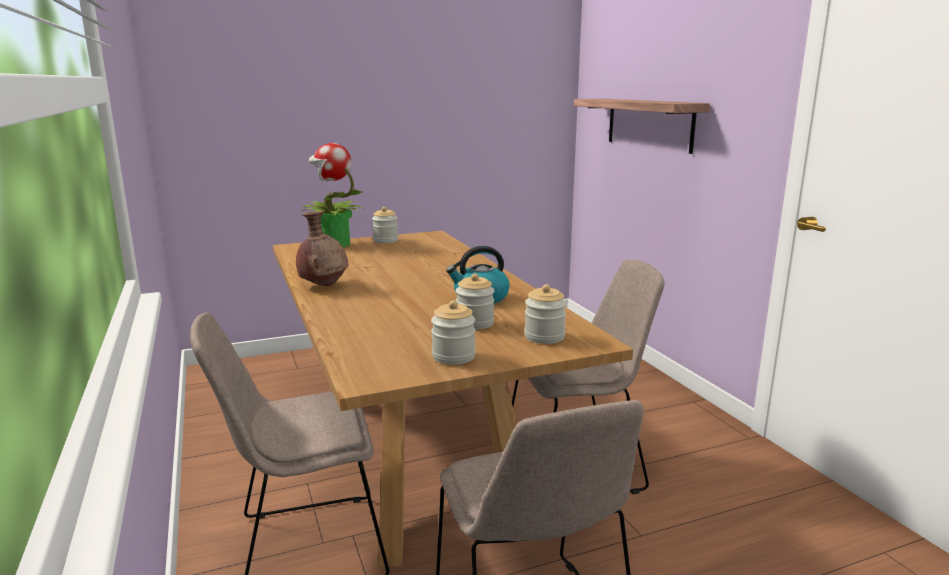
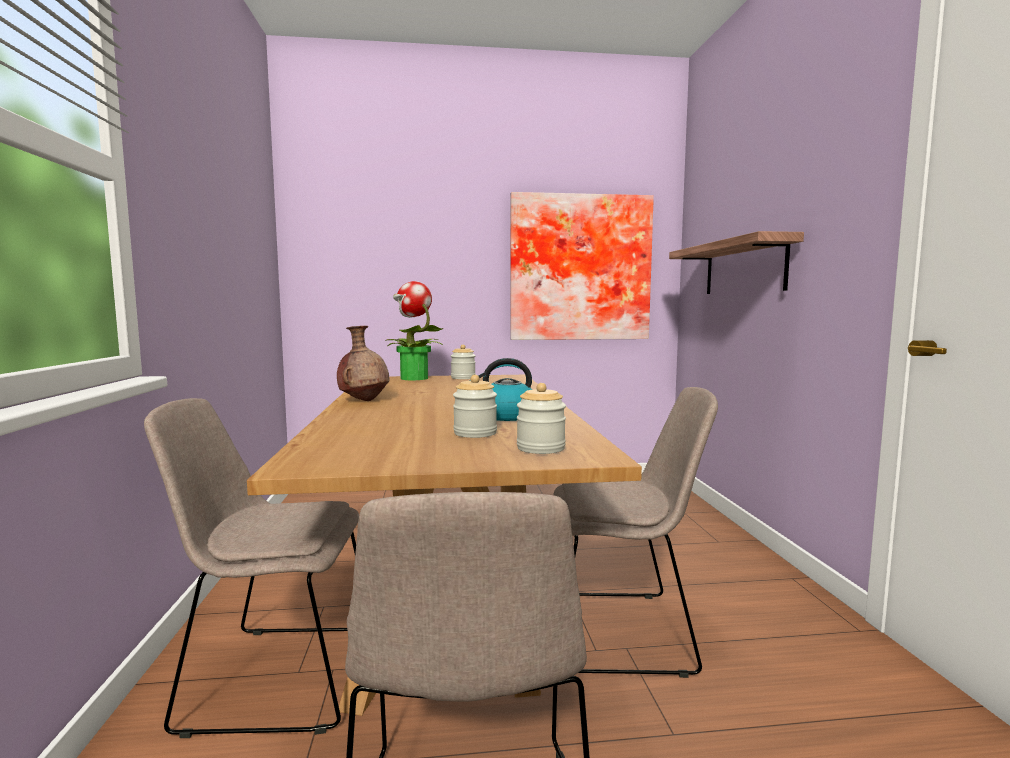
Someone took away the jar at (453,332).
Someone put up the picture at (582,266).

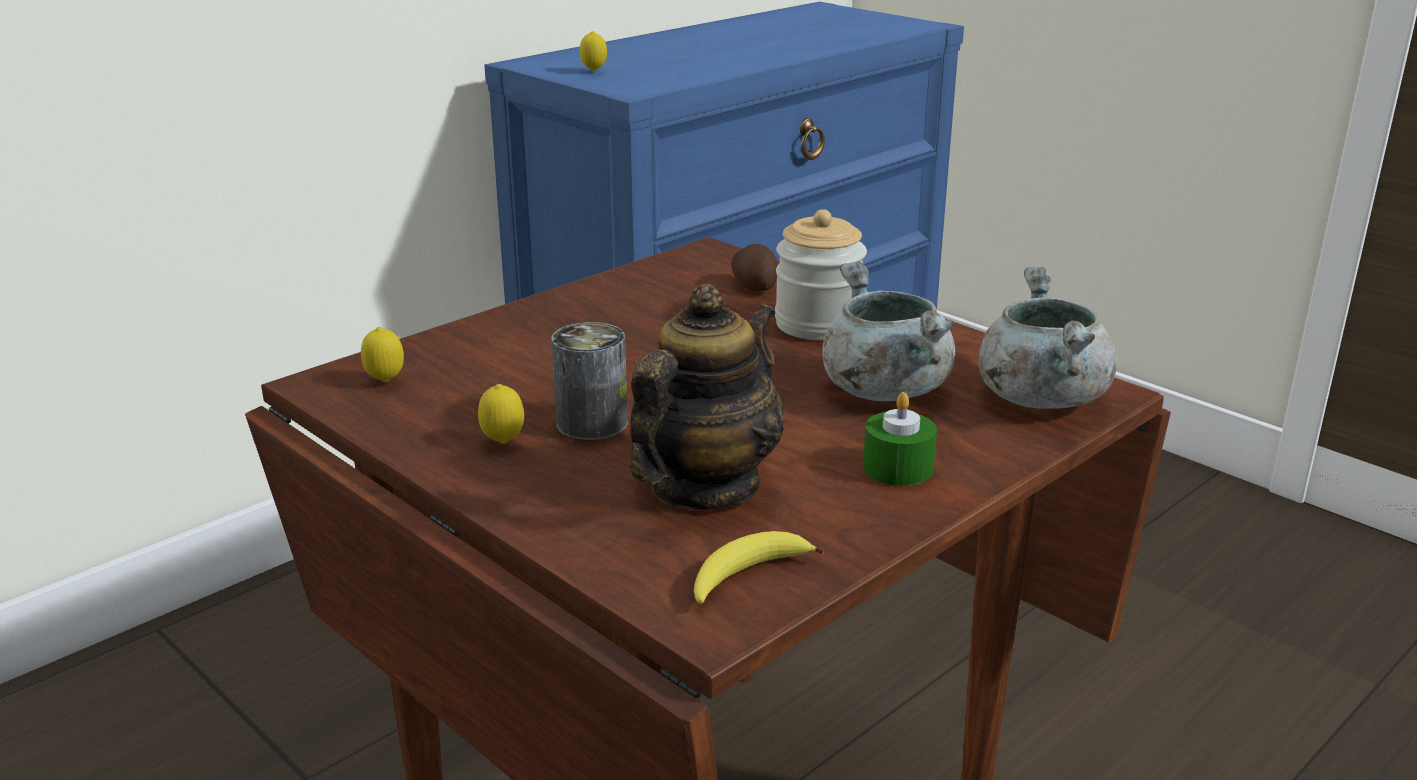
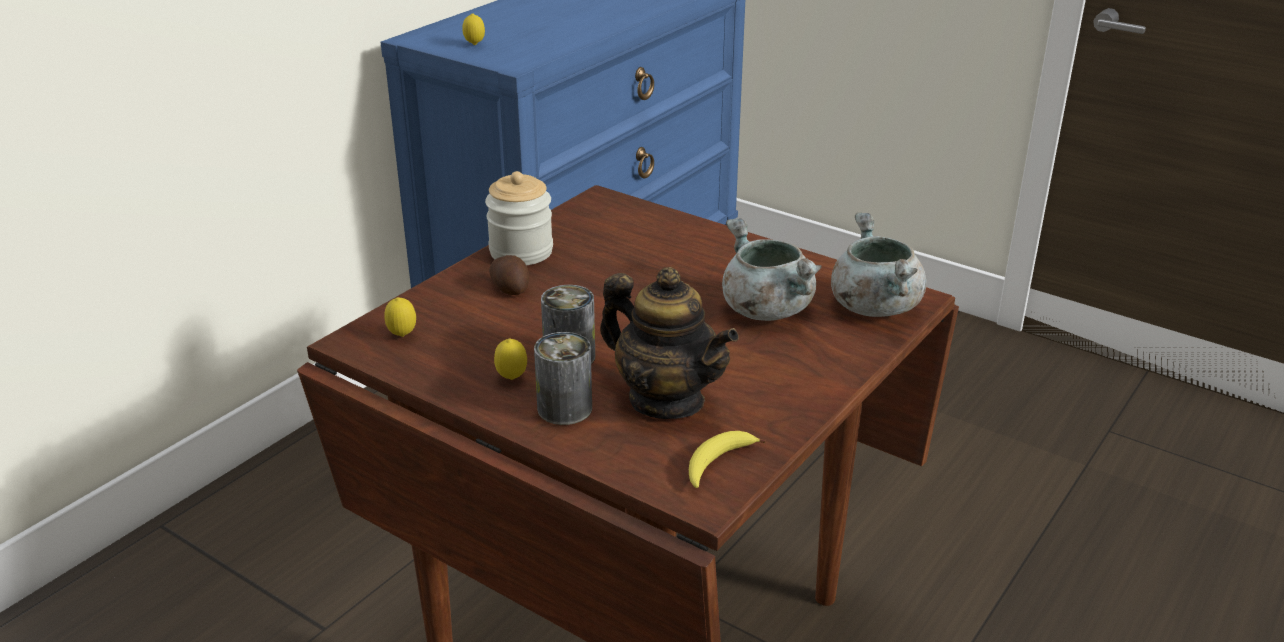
Someone carried the jar from (821,274) to (519,218).
Someone carried the spud from (754,268) to (509,275).
Someone rotated the pot for tea at (706,397) by 105 degrees clockwise.
Someone took away the wax candle (greenish) at (900,439).
Someone put down the sealed can at (563,378).

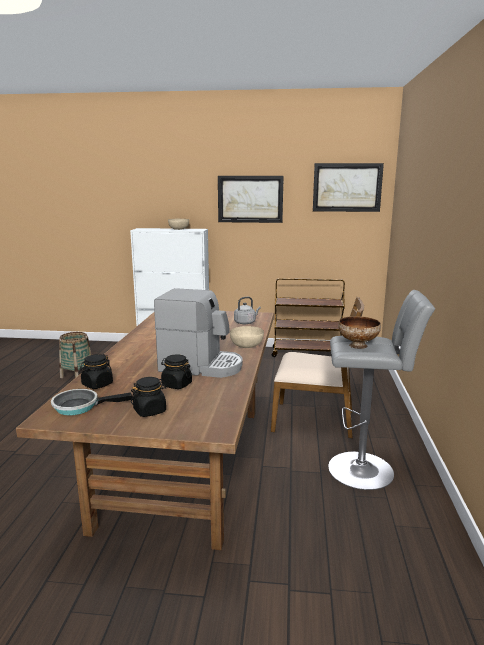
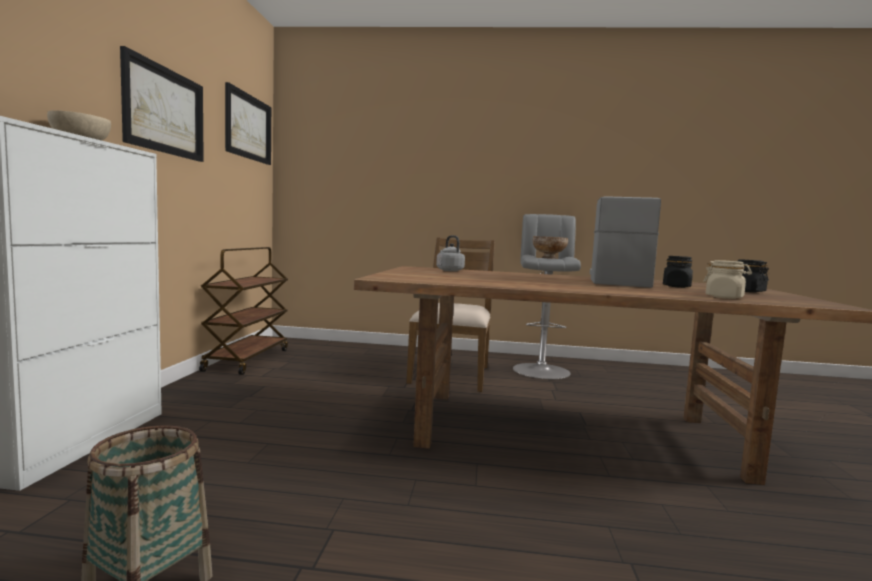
Someone took away the deep dish (sand-coloured) at (247,337).
Someone repainted the jar (black) at (96,371), which became the jar (sand-coloured) at (727,279).
Someone took away the pan at (92,402).

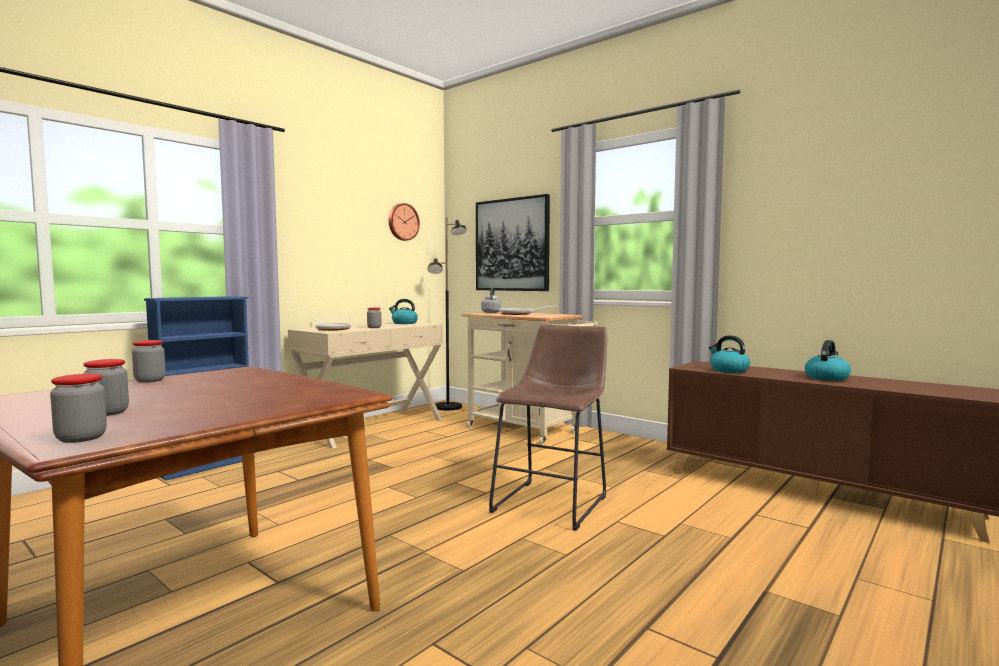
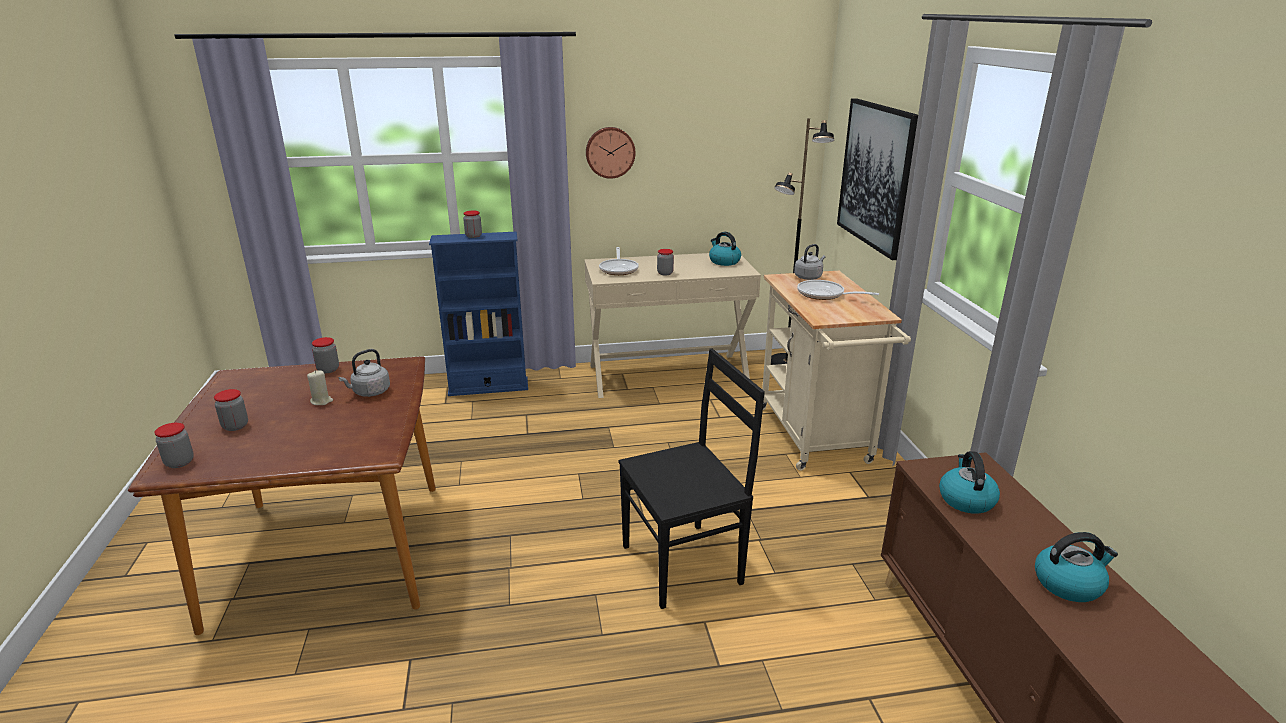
Someone carried the clock on the wall from (404,222) to (611,153).
Someone swapped the stool seat (brown) at (548,427) for the chair (black) at (692,478).
Someone put down the jar at (472,224).
Someone put down the kettle (grey) at (364,373).
Someone put down the wax candle (sand-coloured) at (320,387).

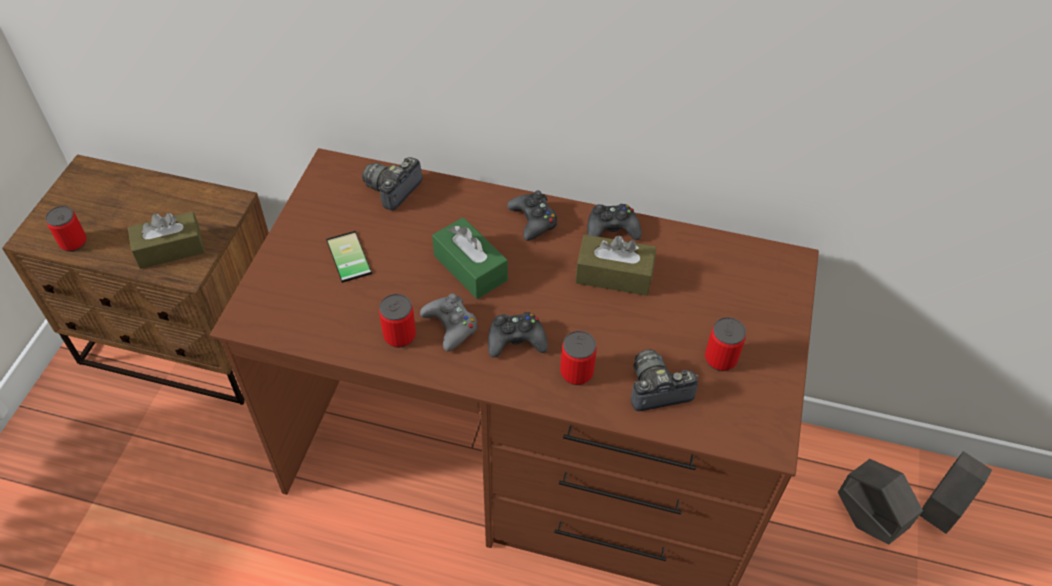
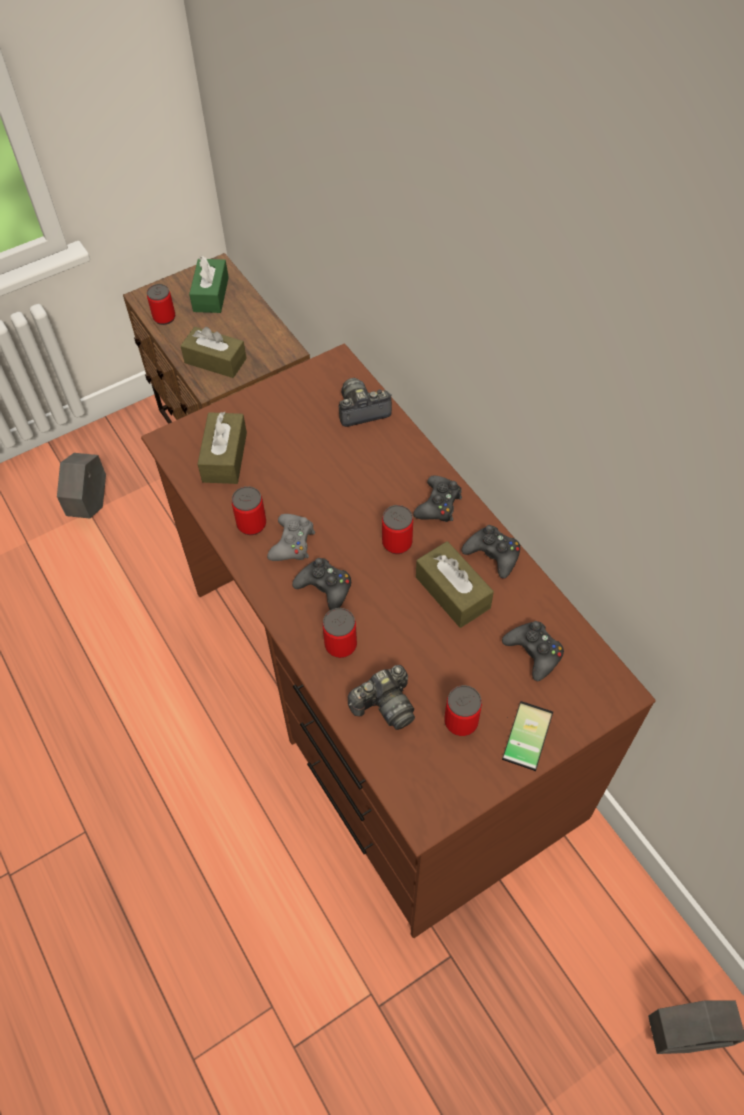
Someone carried the tissue holder (greenish) from (470,258) to (209,284).
Someone carried the telephone from (349,257) to (527,736).
Someone rotated the still camera at (664,380) by 120 degrees clockwise.
Someone carried the flower pot (grey) from (880,502) to (81,486).
Someone put down the tissue holder (brown) at (222,448).
Someone put down the sealed can at (397,529).
Someone put down the gamepad (black) at (533,651).

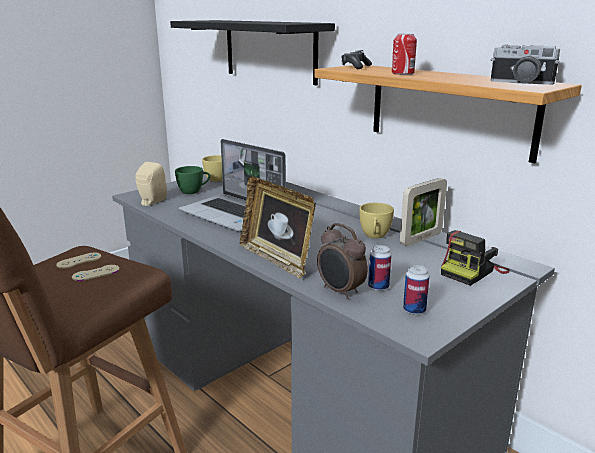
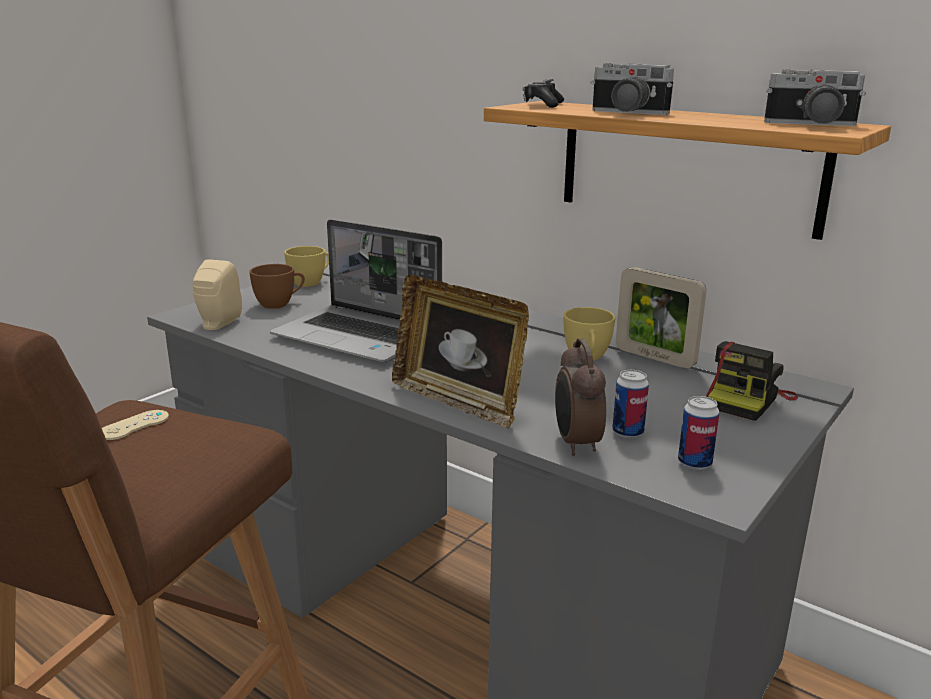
Someone took away the shelf (black) at (252,52).
Someone swapped the sealed can at (404,54) for the still camera at (632,89).
Someone repainted the drinking cup (greenish) at (192,180), which became the drinking cup (brown) at (277,286).
Someone rotated the standing frame at (423,212) by 90 degrees clockwise.
Someone rotated the alarm clock at (342,261) by 45 degrees clockwise.
Someone took away the gamepad (sand-coloured) at (95,273).

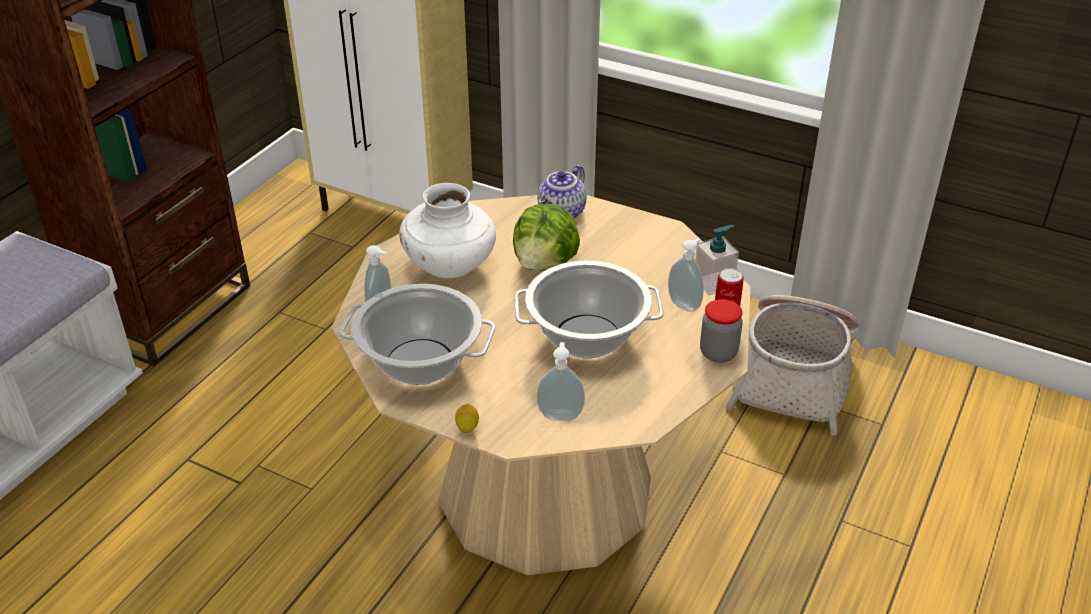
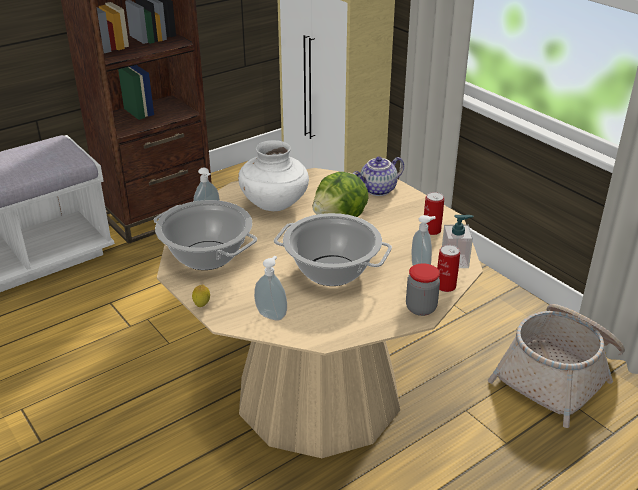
Someone put down the sealed can at (434,213).

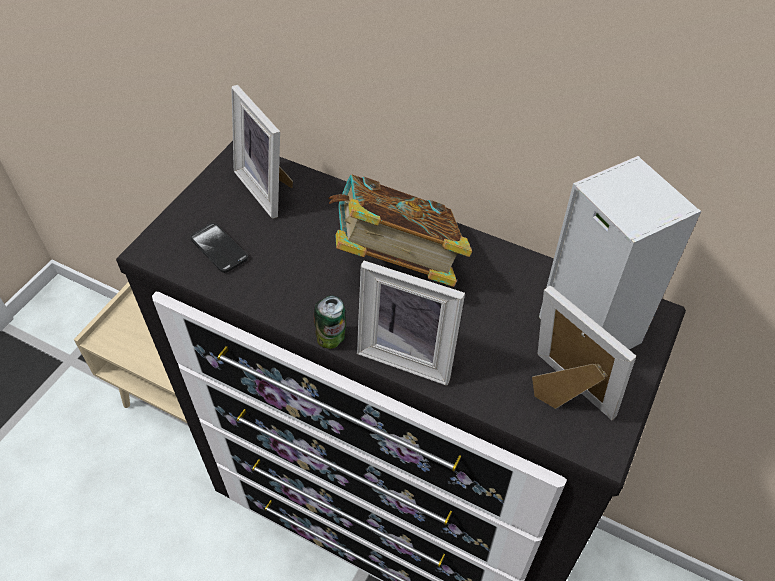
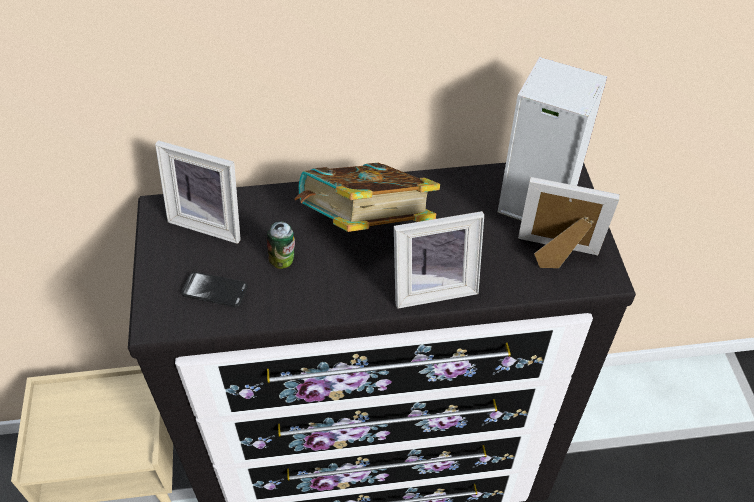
Someone carried the sealed can from (330,322) to (281,245).

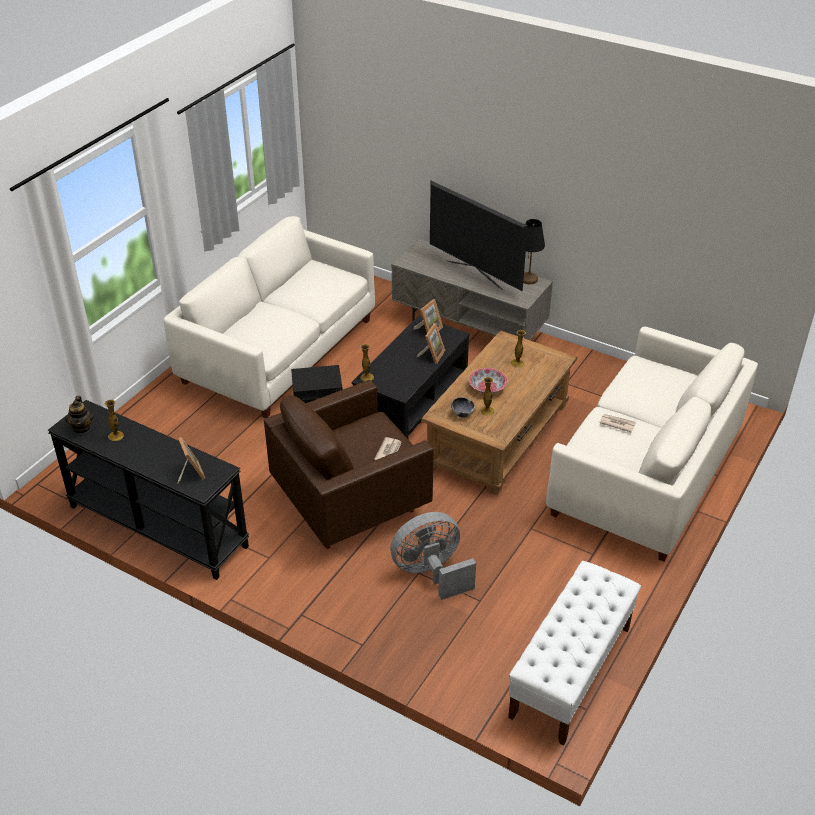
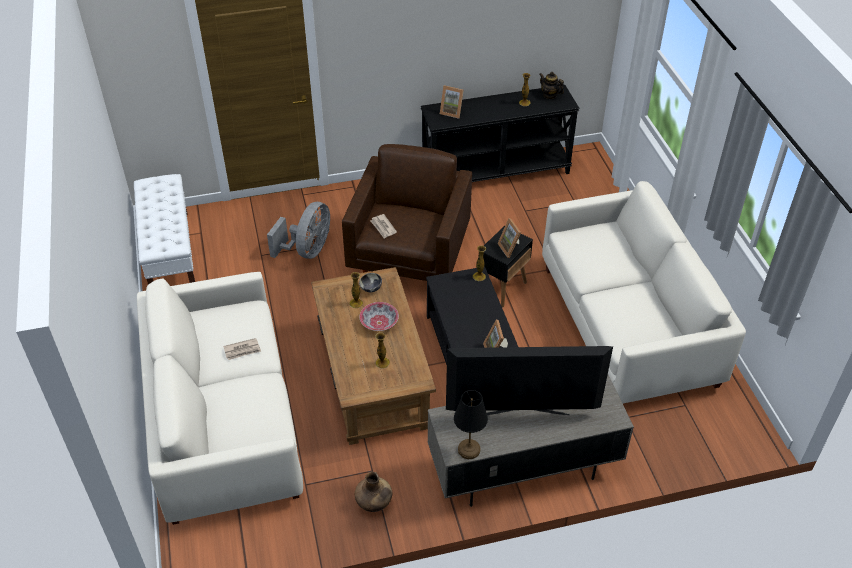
Someone carried the standing frame from (431,343) to (509,238).
Someone put down the flower vase (brown) at (373,492).

